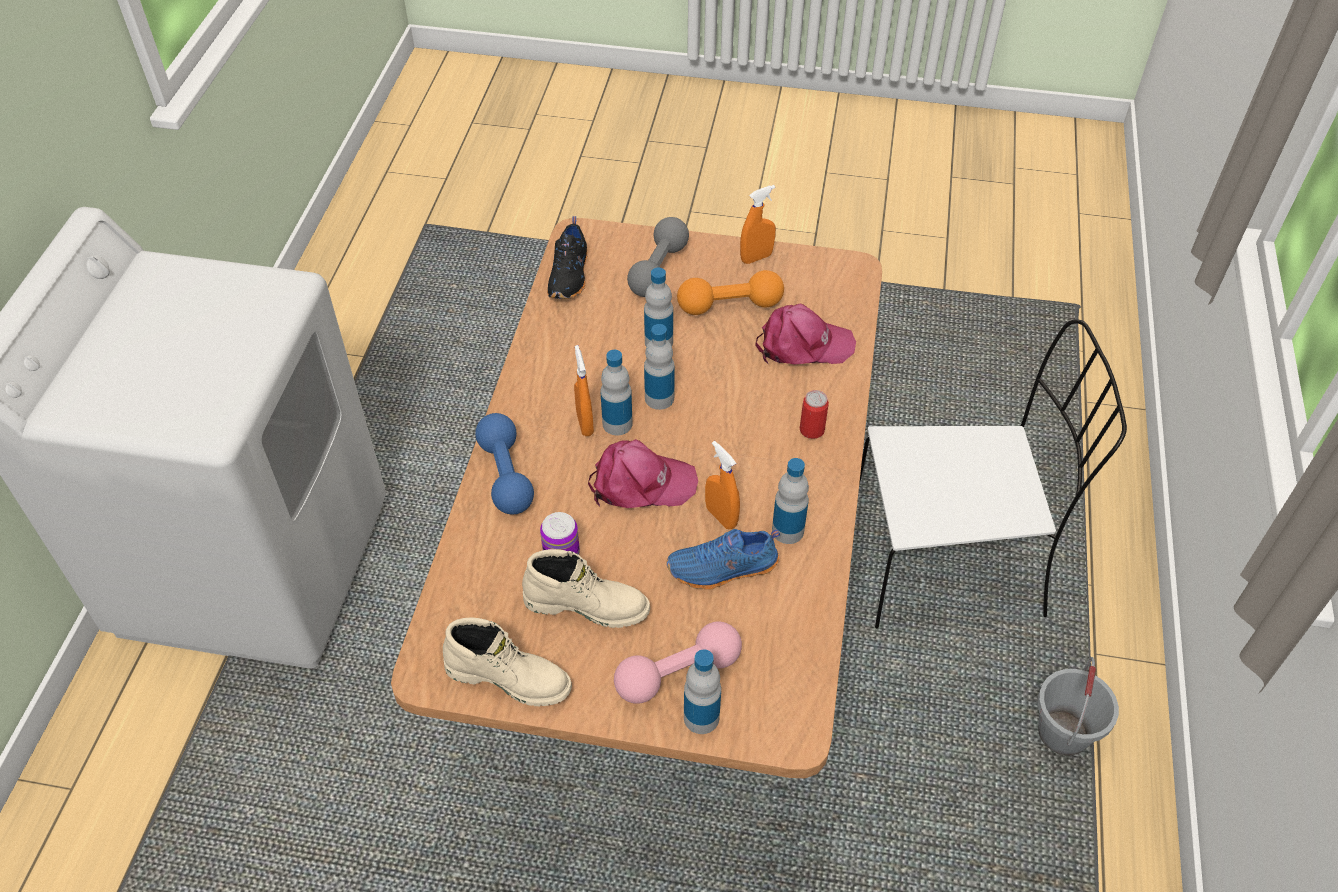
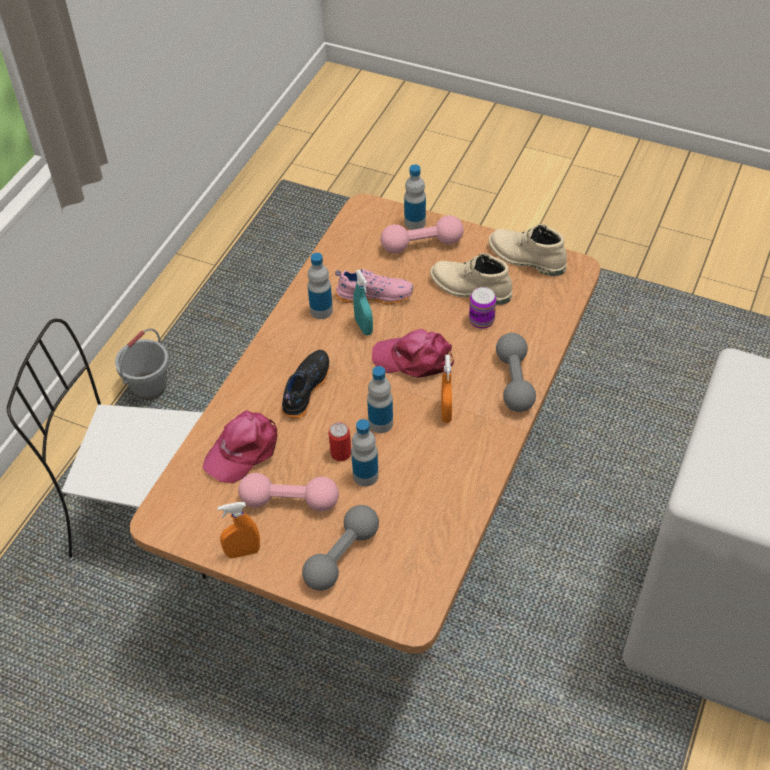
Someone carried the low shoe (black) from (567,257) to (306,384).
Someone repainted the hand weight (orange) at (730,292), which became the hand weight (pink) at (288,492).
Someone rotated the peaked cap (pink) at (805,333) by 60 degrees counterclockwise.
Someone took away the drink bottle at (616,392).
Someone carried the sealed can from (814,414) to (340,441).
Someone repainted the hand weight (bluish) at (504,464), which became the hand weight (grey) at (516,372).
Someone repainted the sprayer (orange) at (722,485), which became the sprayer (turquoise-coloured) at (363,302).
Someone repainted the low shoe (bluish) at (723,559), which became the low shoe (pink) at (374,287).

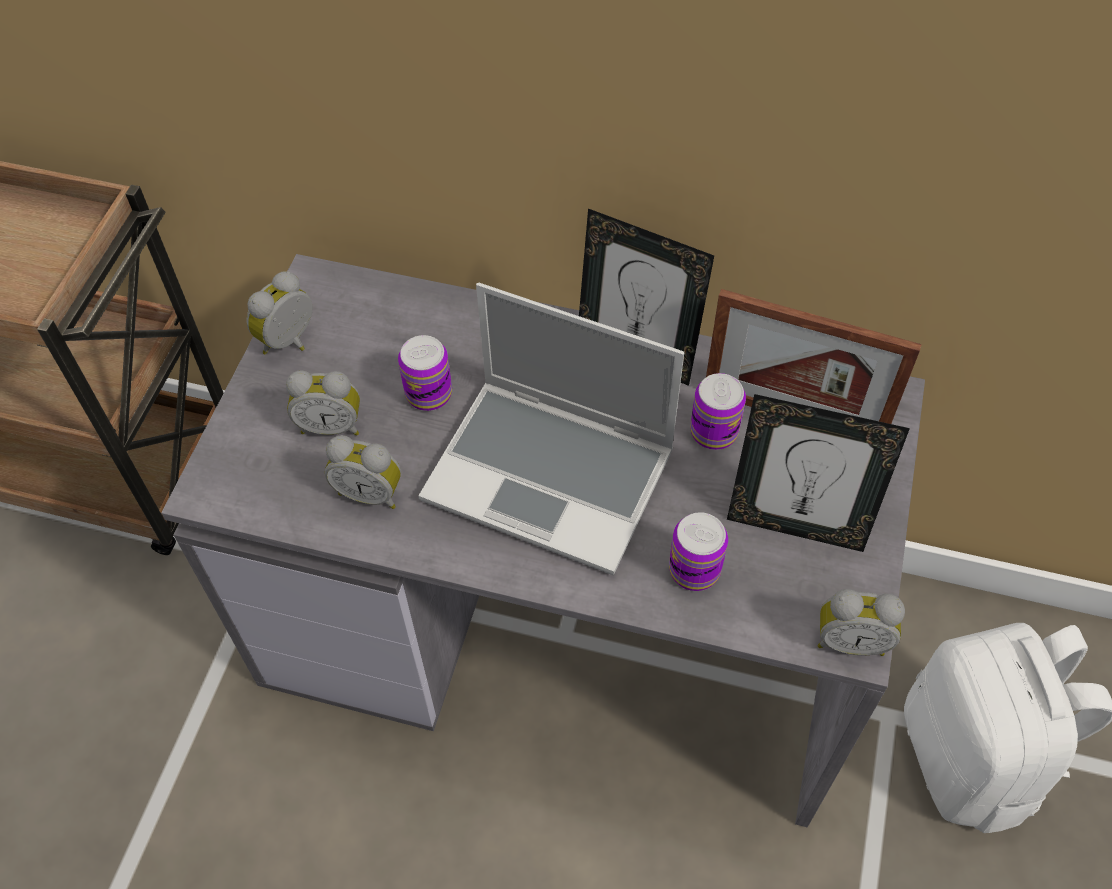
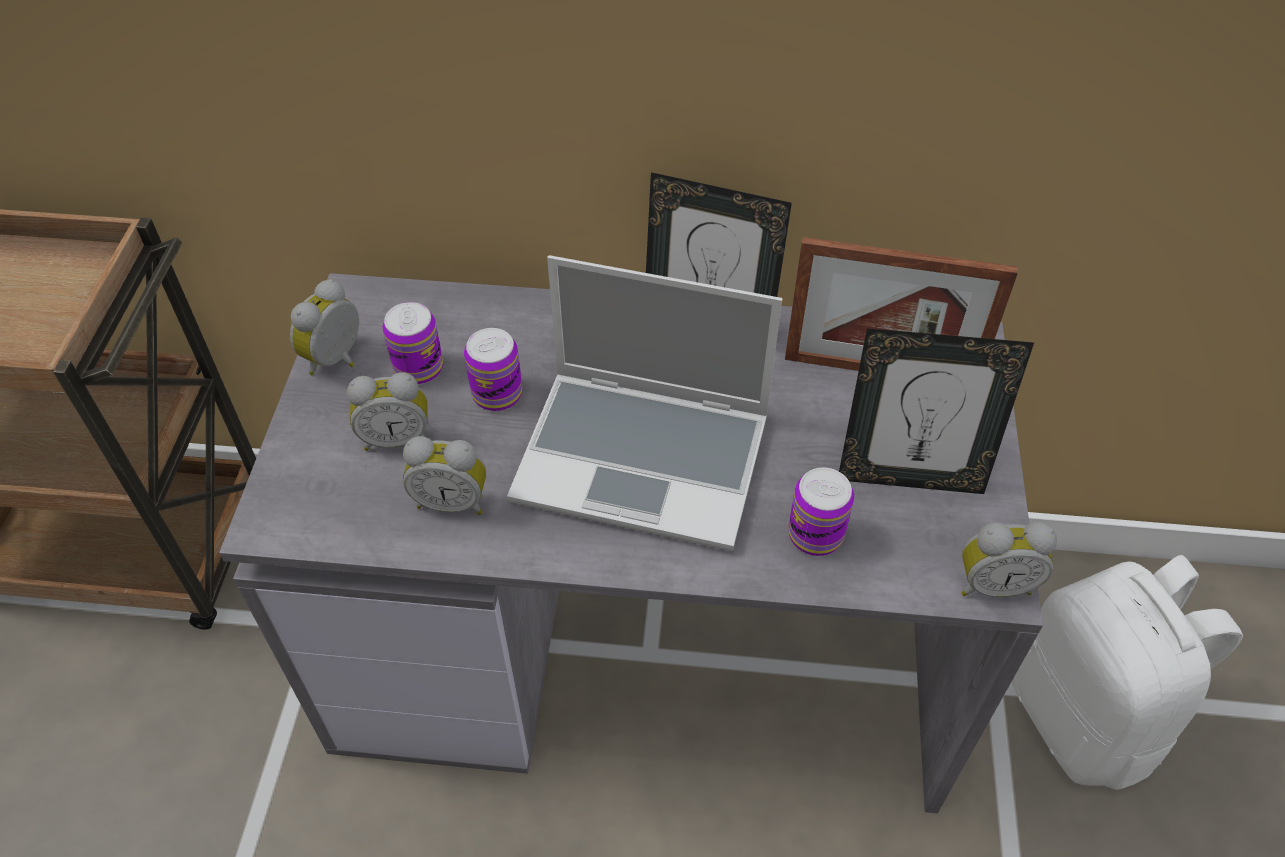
Someone carried the sealed can from (718,411) to (412,343).

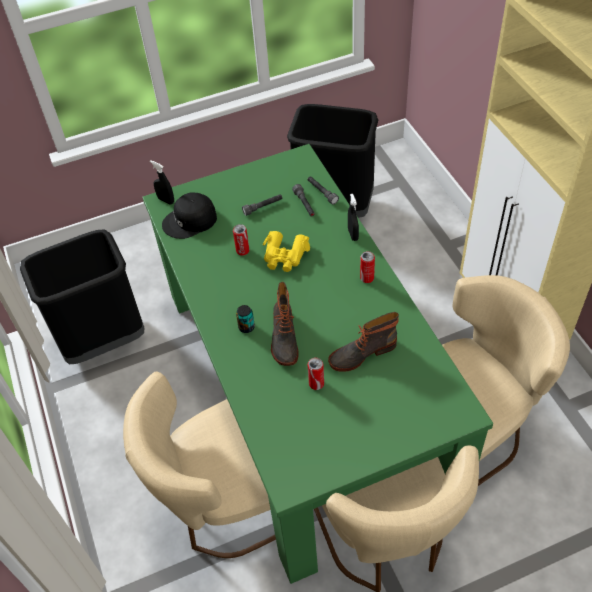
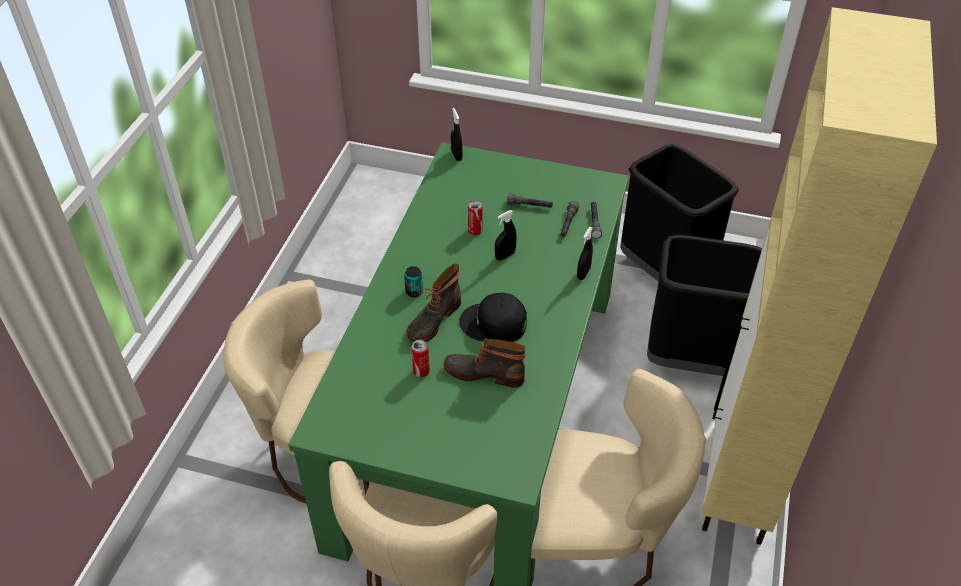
Someone carried the peaked cap (black) from (189,216) to (493,317).
Someone carried the waste bin (black) from (82,296) to (704,305).
Someone swapped the pair of binoculars (yellowish) at (286,251) for the sprayer (black) at (506,235).
Someone took away the sealed can at (367,267).

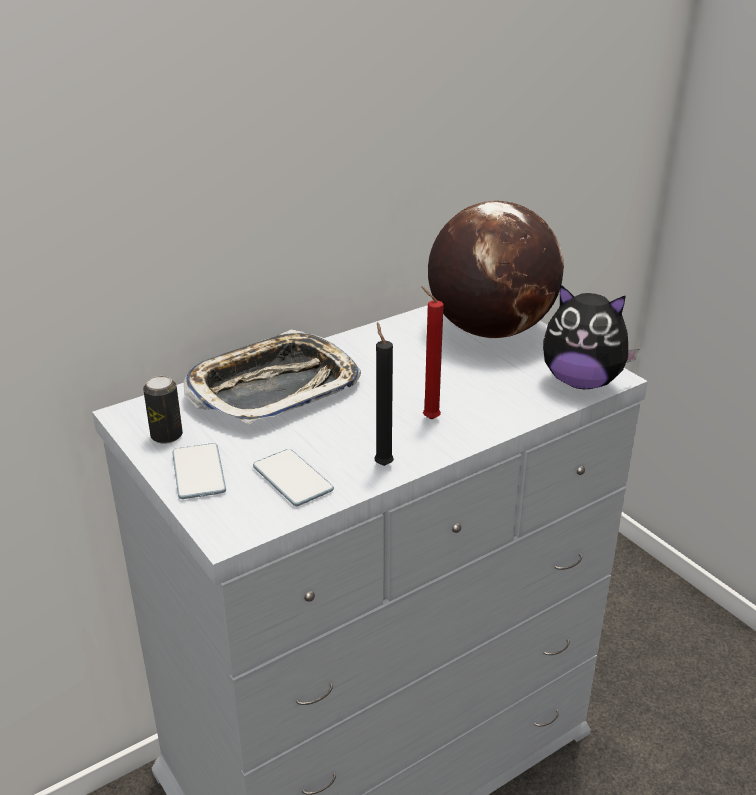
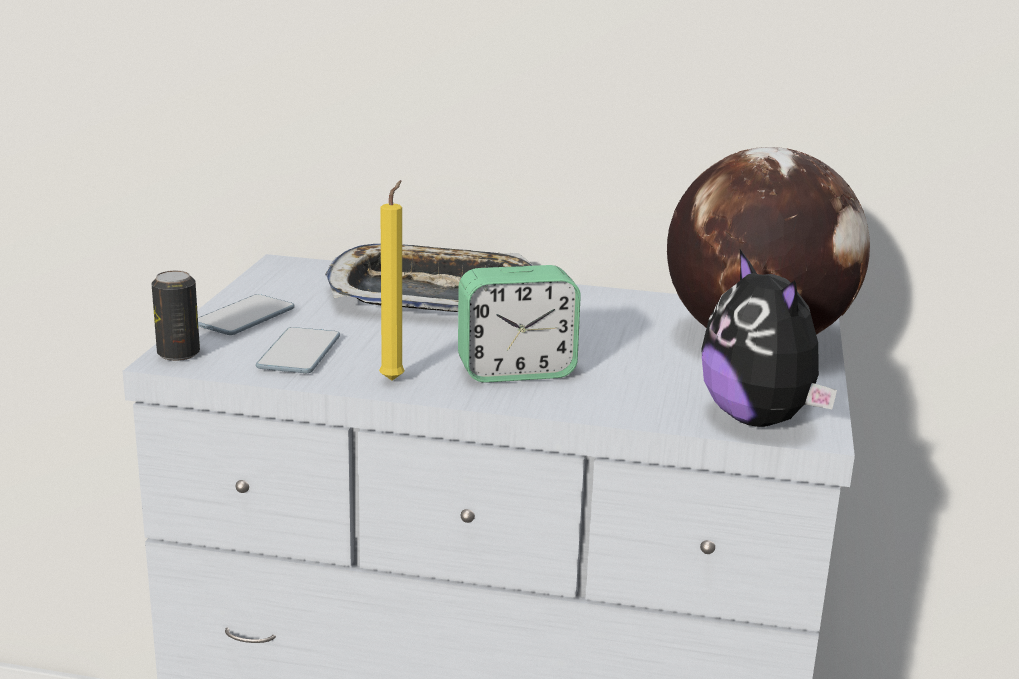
Someone swapped the wax candle (reddish) at (432,352) for the alarm clock at (519,324).
Someone repainted the wax candle (black) at (384,394), which became the wax candle (yellowish) at (392,280).
Someone carried the sealed can from (163,410) to (175,315).

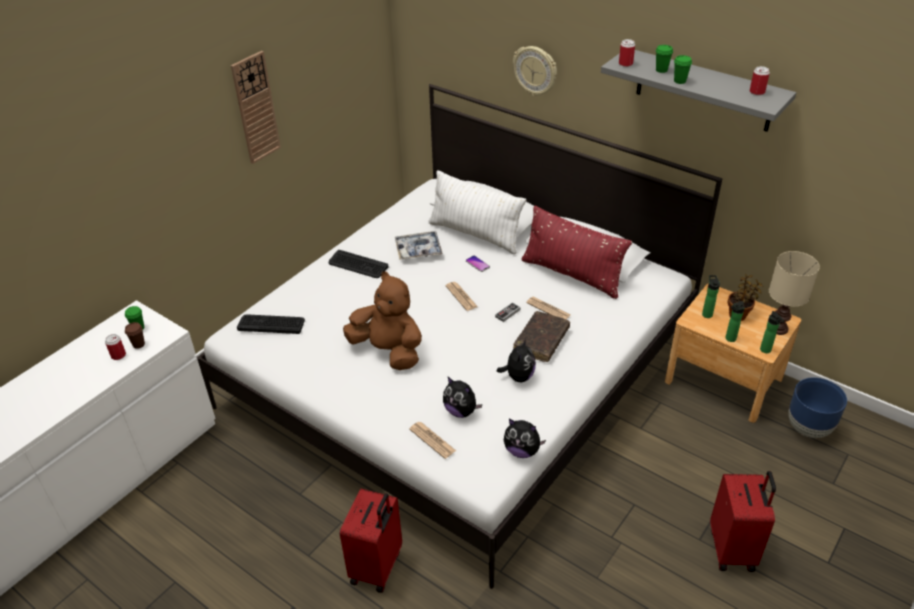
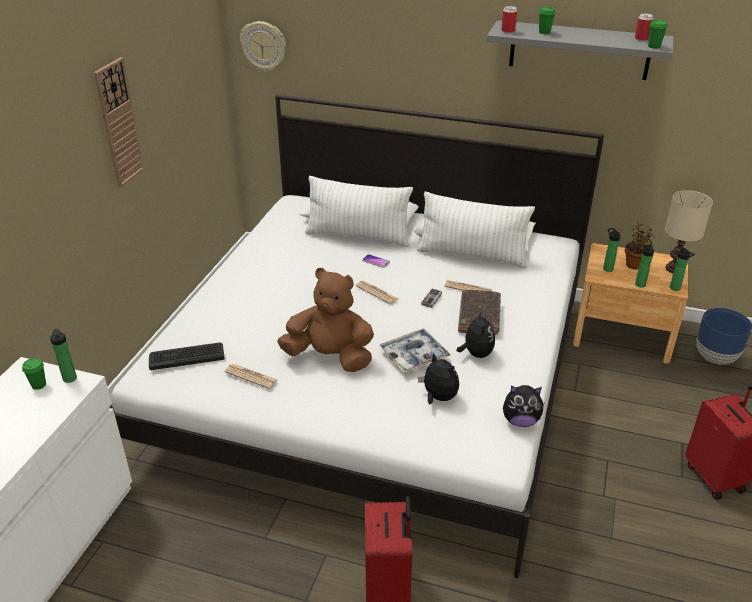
Someone carried the clock on the wall from (535,71) to (263,46).
Someone carried the drinking cup (greenish) from (683,69) to (658,34).
Someone repainted the throw pillow (reddish) at (577,252), which became the throw pillow (white) at (476,230).
Someone carried the tray from (419,245) to (415,350).
Someone took away the PC keyboard at (358,264).
Someone took away the drinking cup (brown) at (135,335).
Someone took away the sealed can at (115,347).
Someone rotated the cuddly toy at (462,397) by 150 degrees counterclockwise.
Someone carried the printed paper from (432,440) to (251,376).
Someone put down the drink bottle at (63,356).

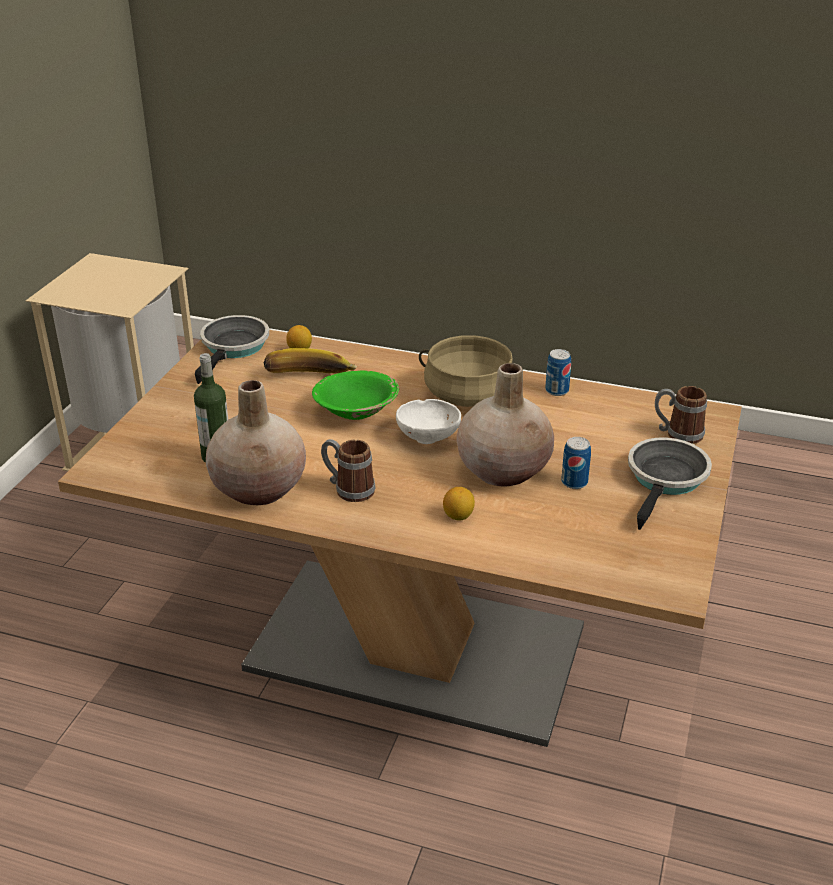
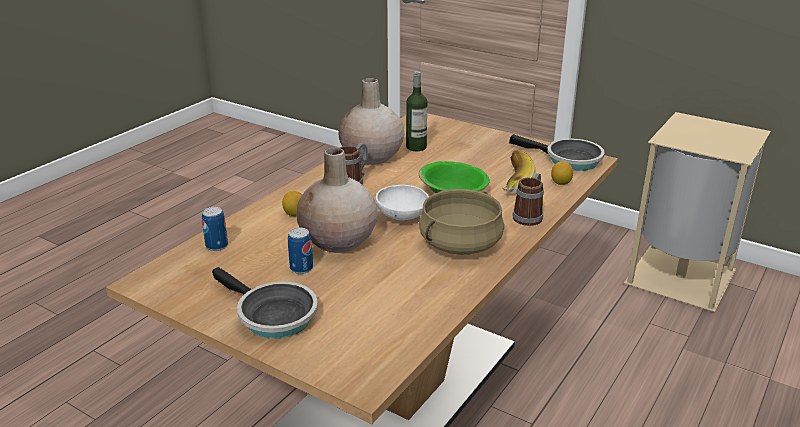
Someone carried the sealed can from (558,372) to (215,229).
Someone carried the coffee mug from (681,415) to (528,199).

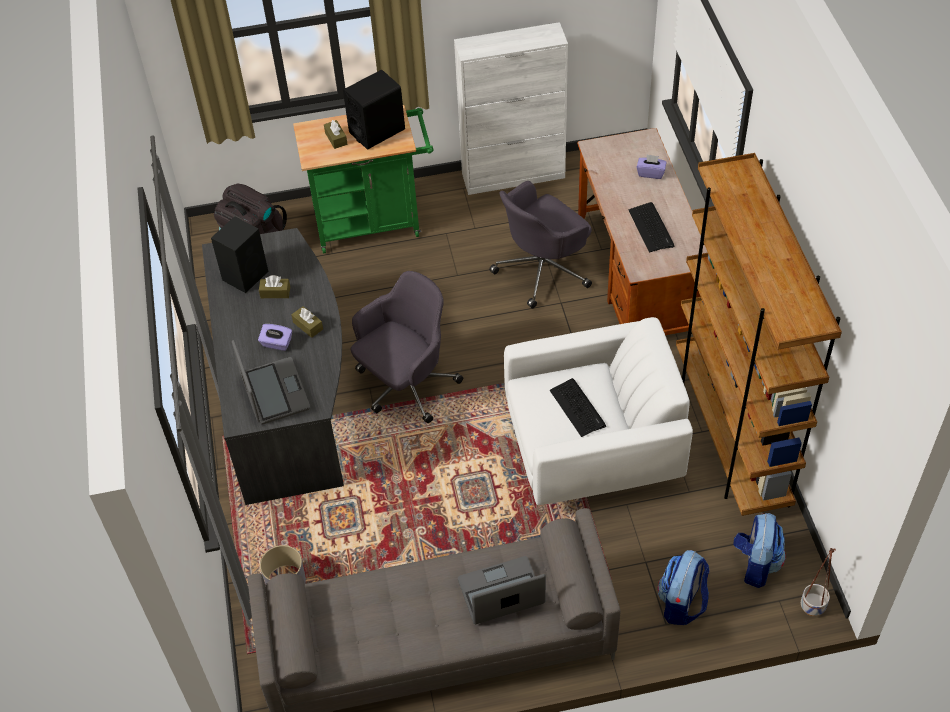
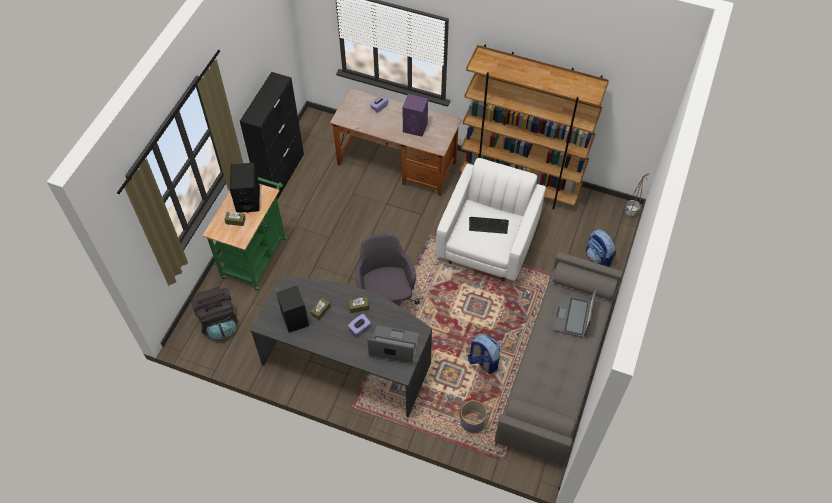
Someone repainted the cabinet (white) at (511,108), which became the cabinet (black) at (272,136).
Someone took away the desk chair (grey) at (540,245).
Someone swapped the PC keyboard at (651,227) for the loudspeaker (purple) at (415,115).
Someone carried the rucksack from (759,550) to (484,354).

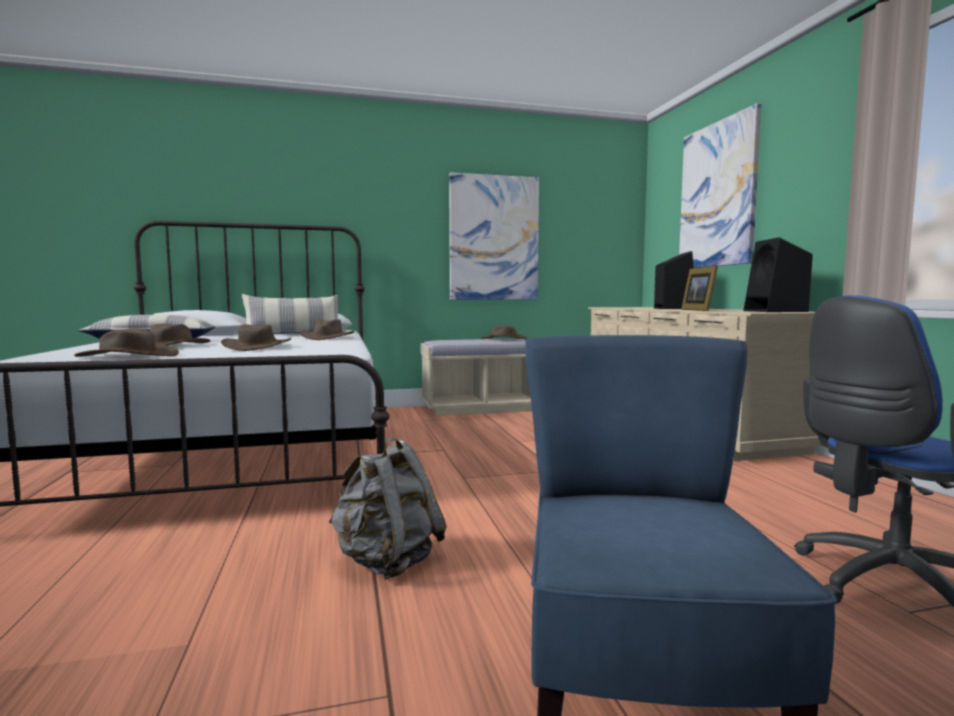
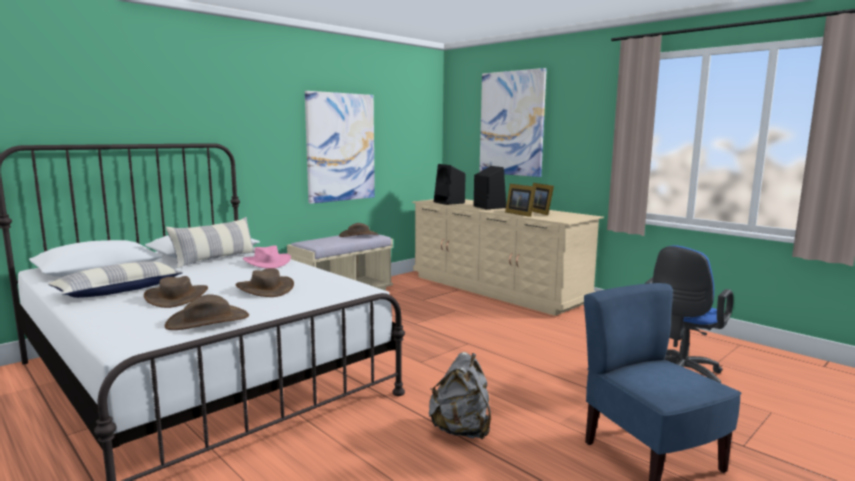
Someone carried the loudspeaker (black) from (778,274) to (450,184).
Someone repainted the hat (brown) at (327,329), which became the hat (pink) at (267,257).
Someone put down the standing frame at (543,199).

